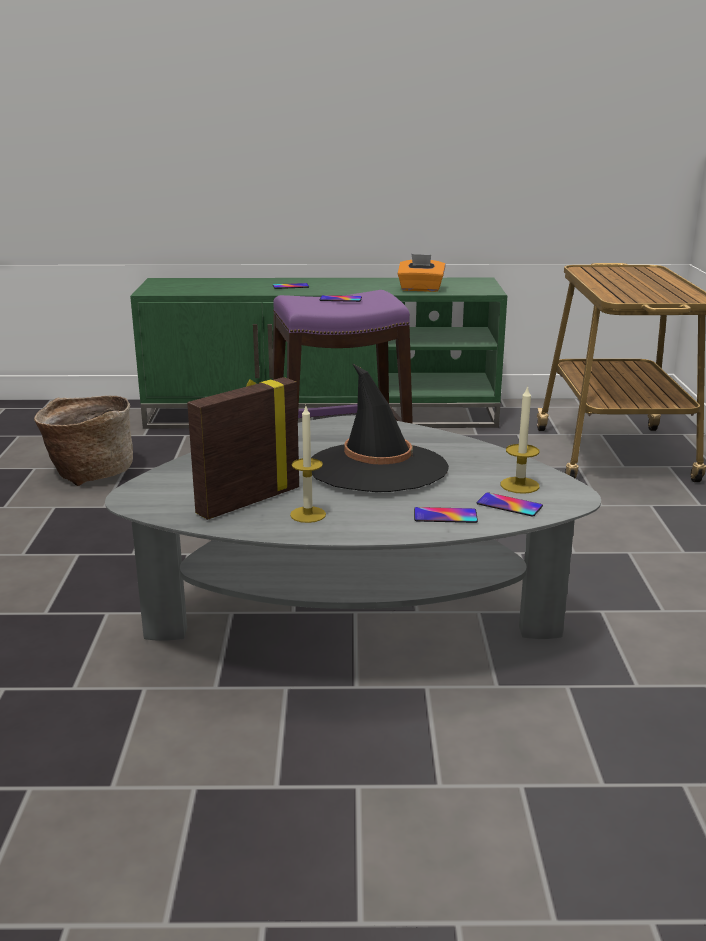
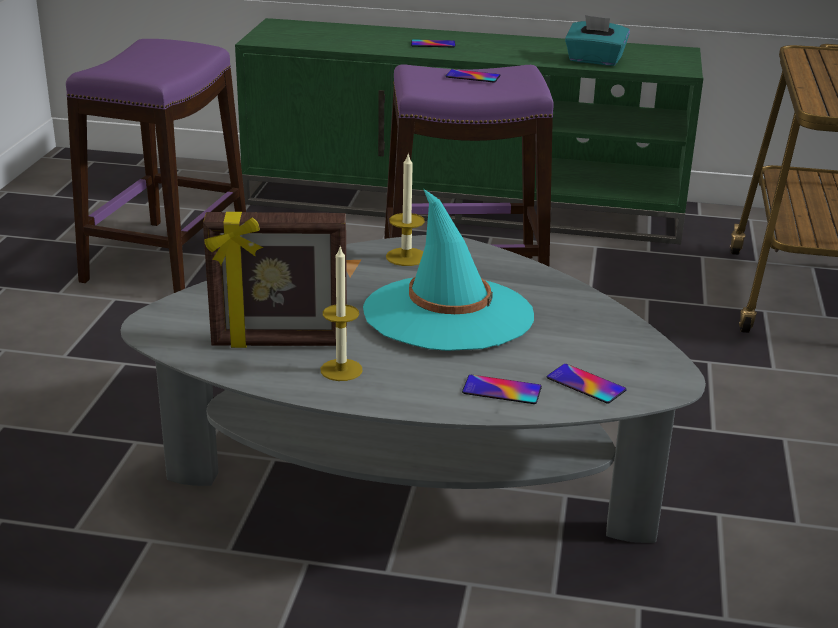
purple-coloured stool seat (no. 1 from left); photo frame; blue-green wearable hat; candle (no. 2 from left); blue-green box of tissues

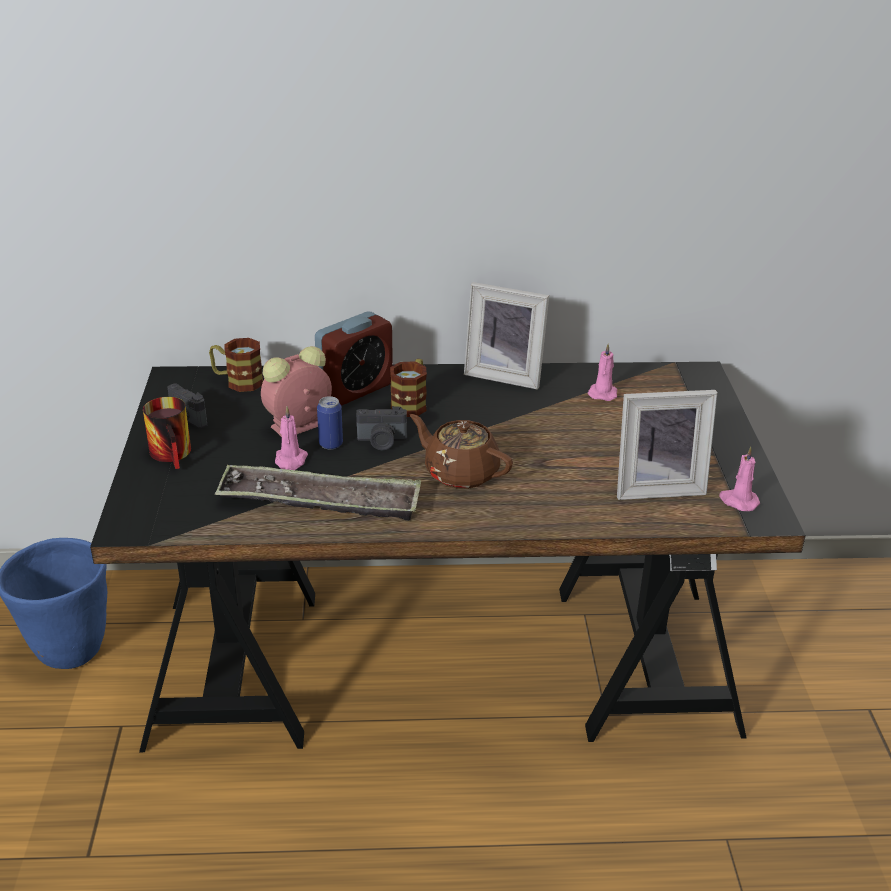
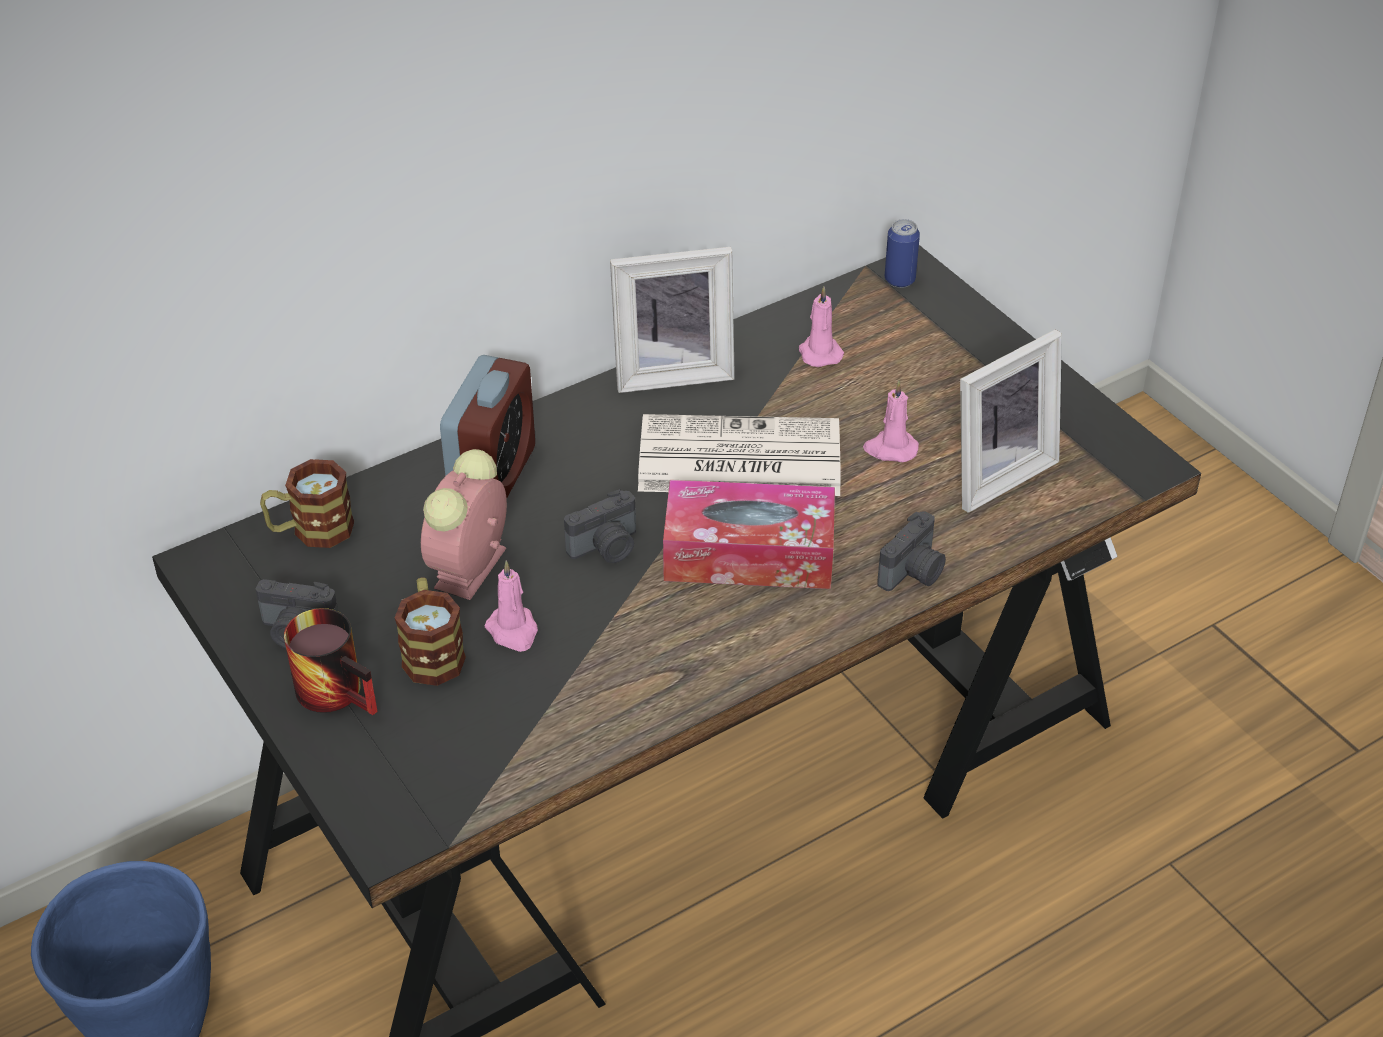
tea mug (no. 3 from left); newspaper; box of tissues; pink-coloured candle (no. 3 from left); still camera (no. 3 from left); can; tray

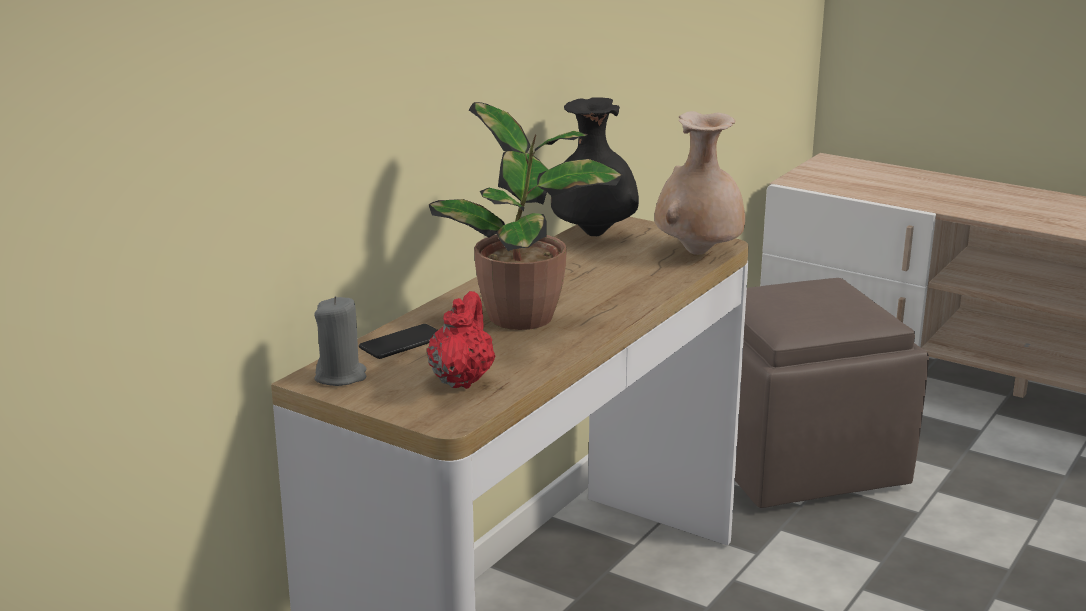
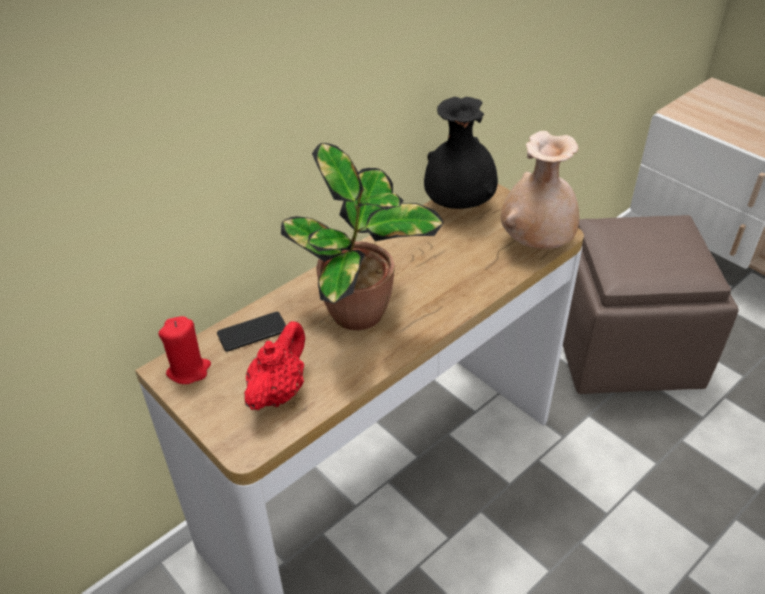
red-coloured candle

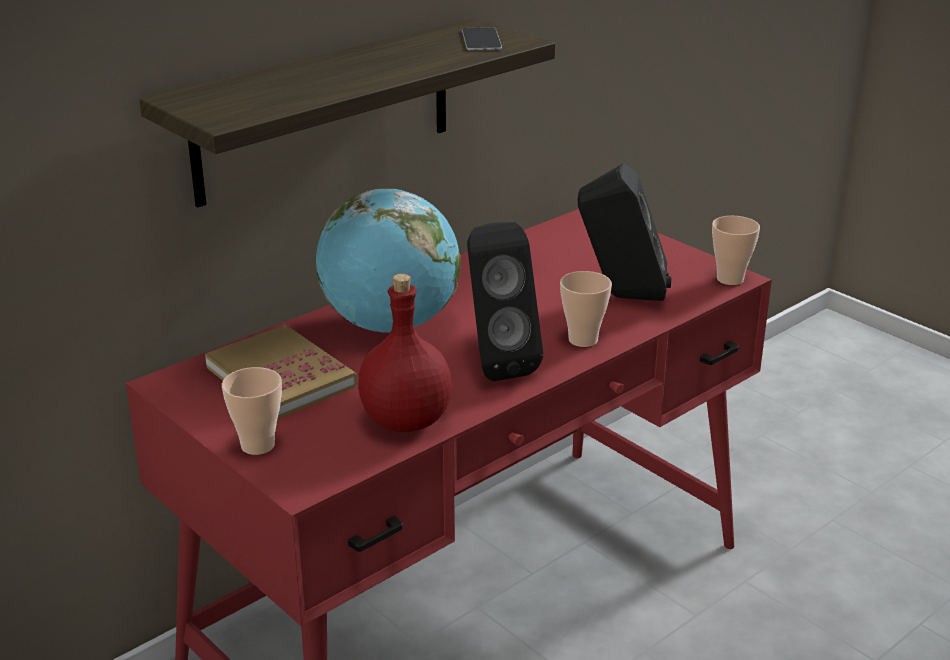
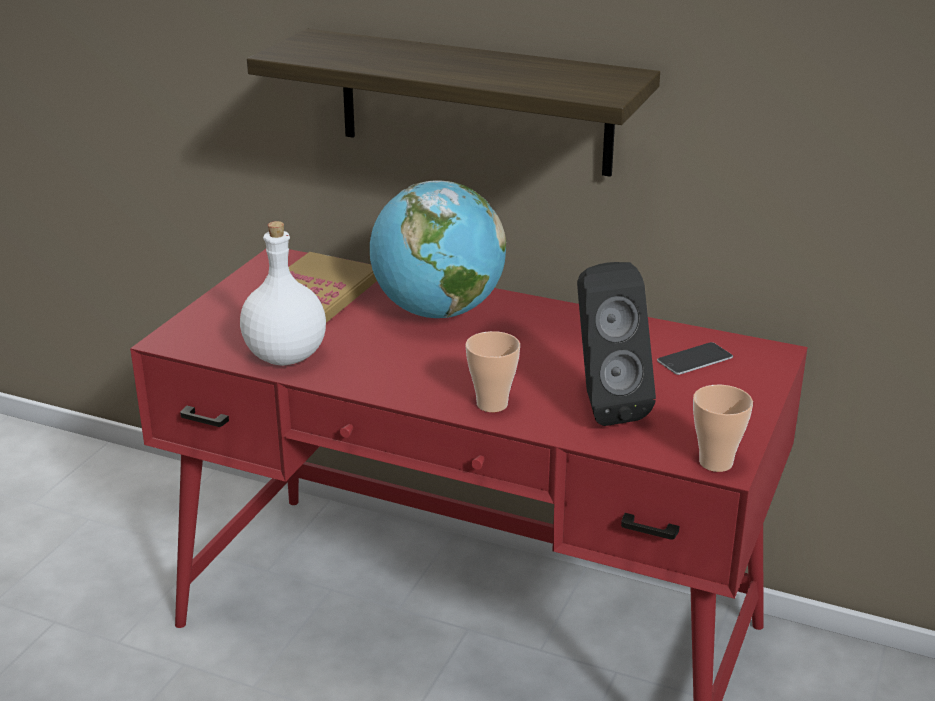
whitish beverage bottle; telephone; cup (no. 1 from left in the first image); blackish speaker (no. 1 from left in the first image)

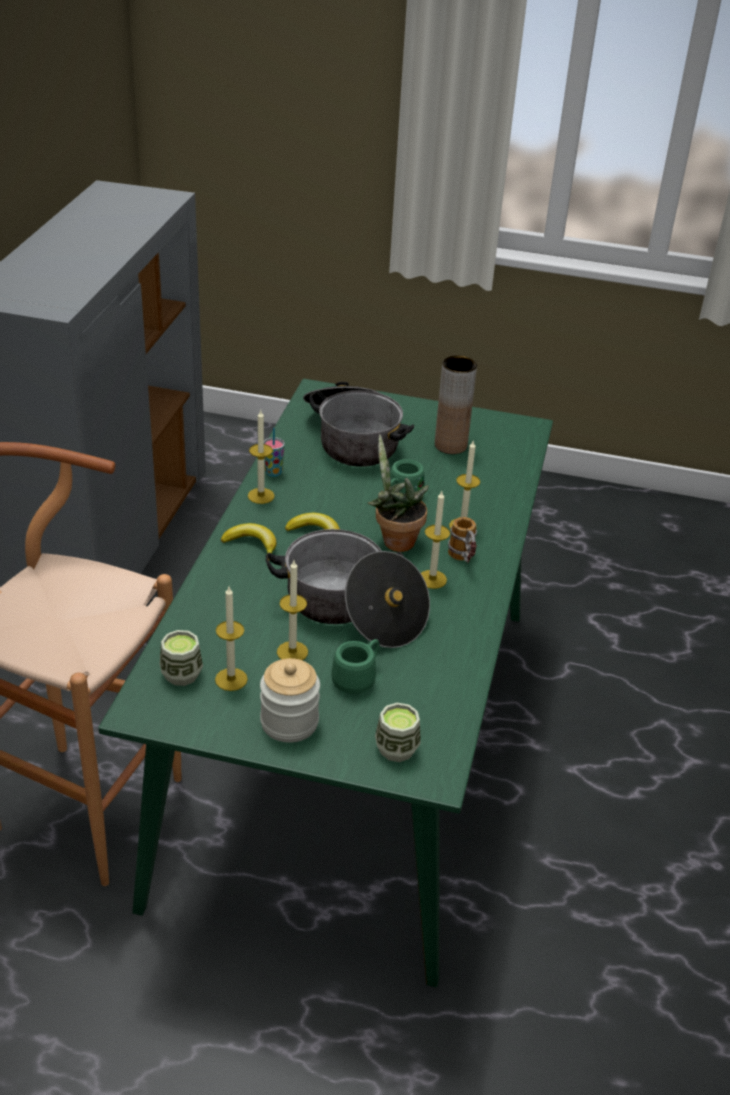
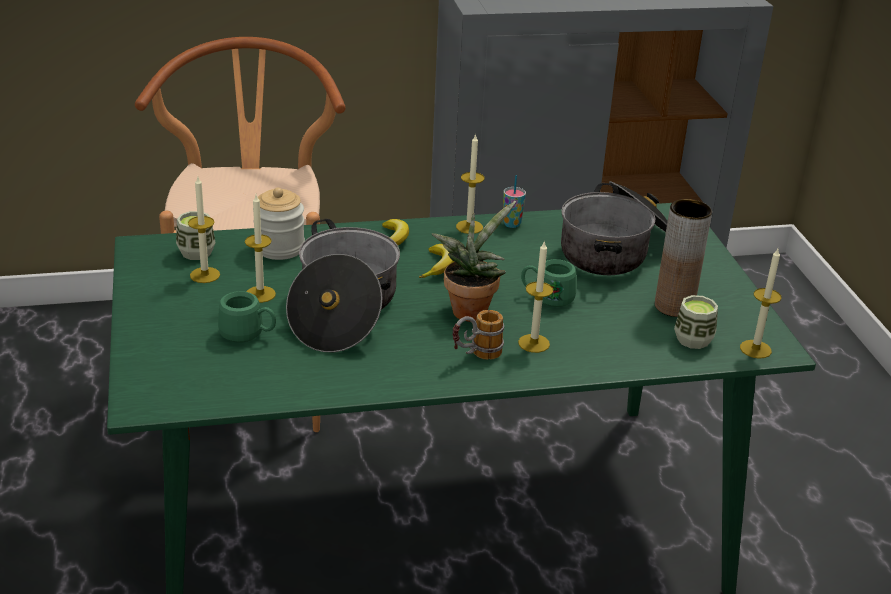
storage jar; cup (no. 3 from left); candle (no. 5 from left)

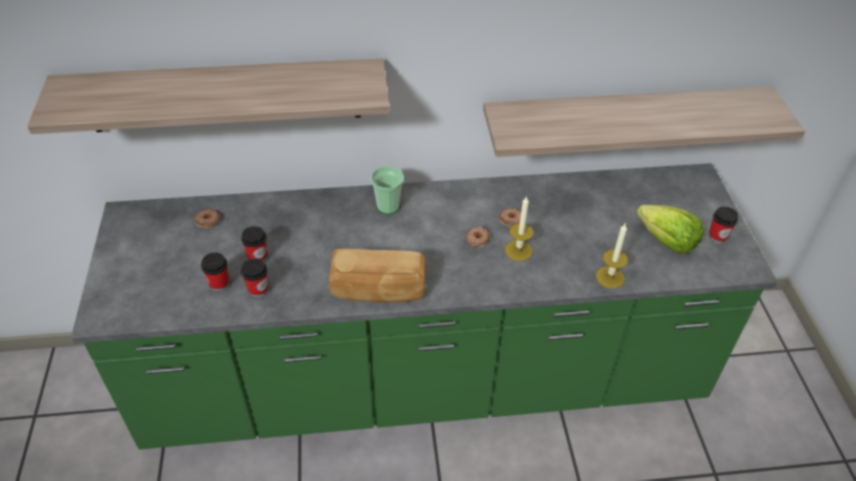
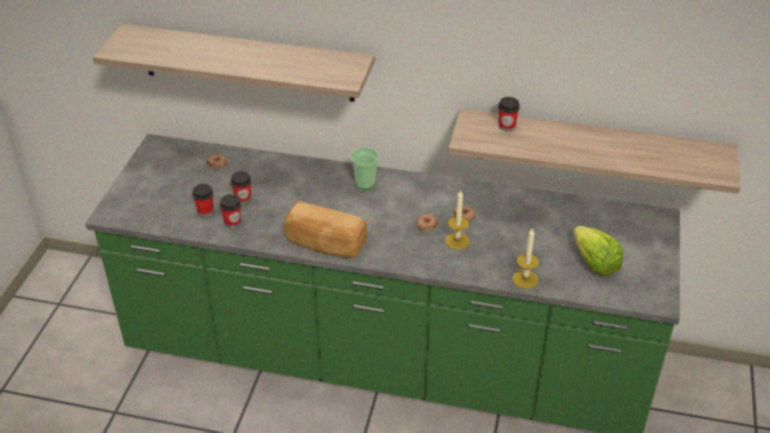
cup (no. 5 from left)

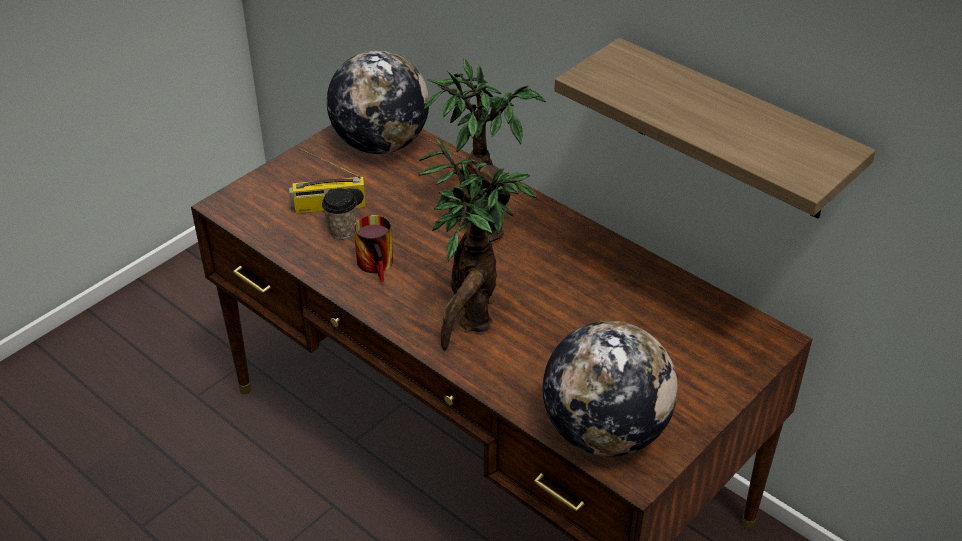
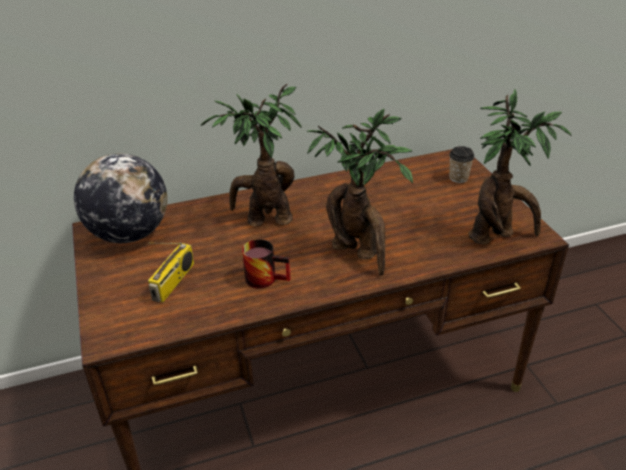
cup; potted plant (no. 3 from left); bracket shelf

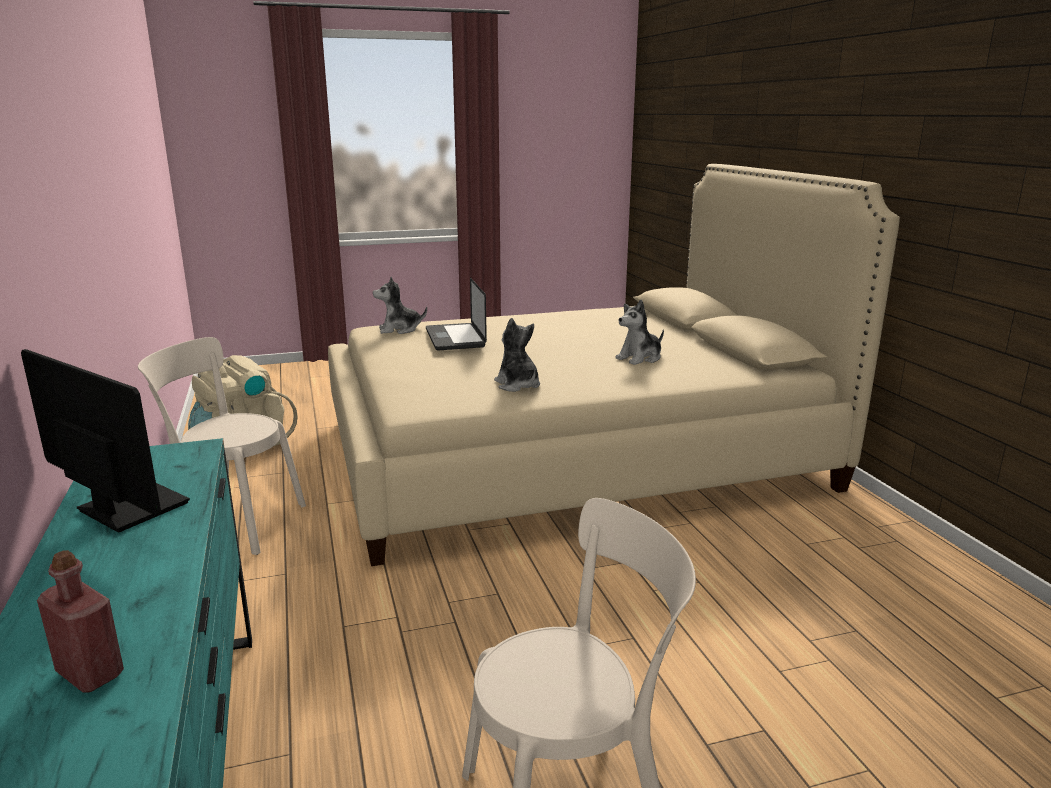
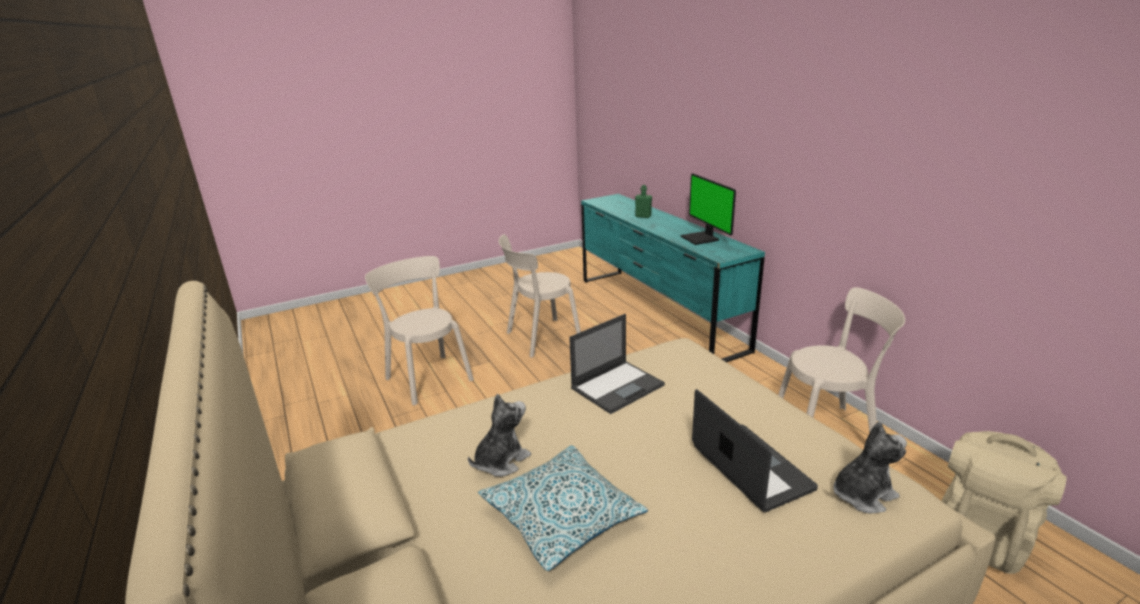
sand-coloured chair (no. 1 from left); cushion; laptop (no. 1 from left); greenish beverage bottle; computer display

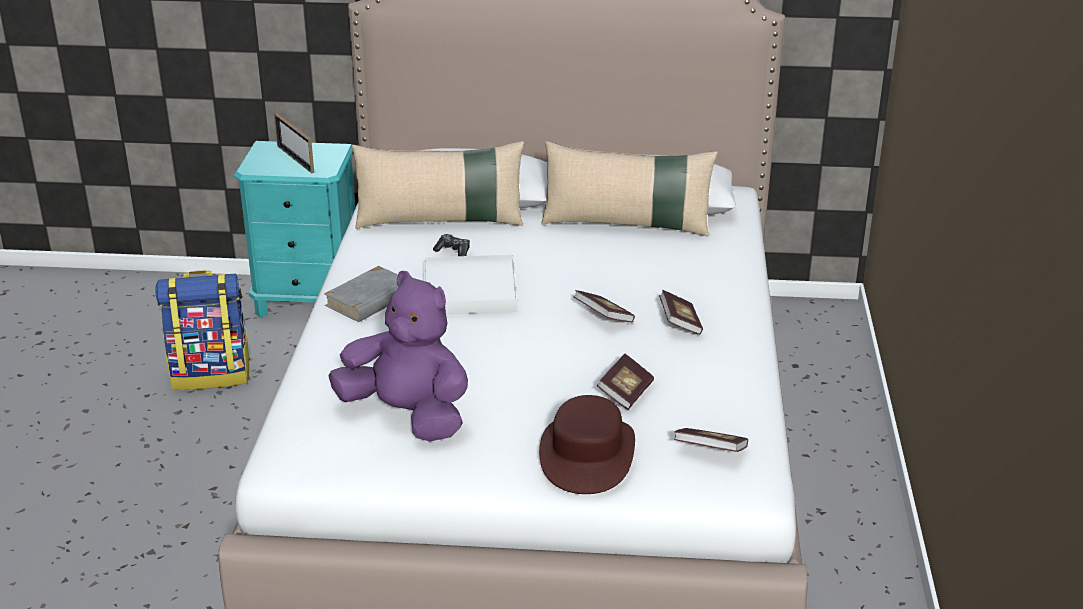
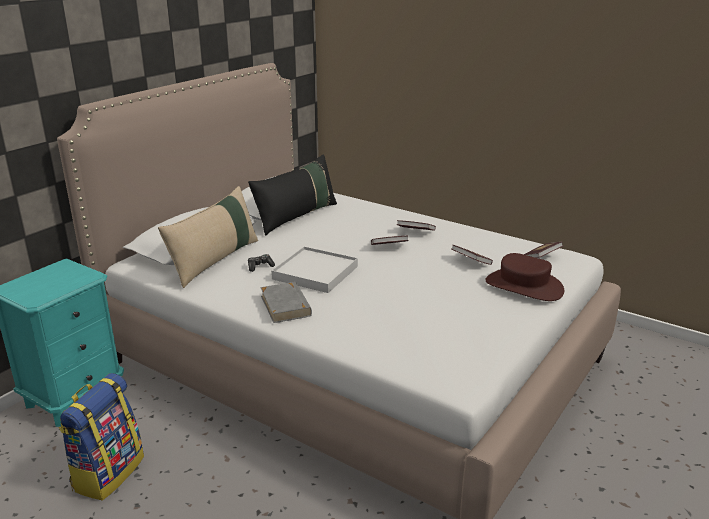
blackish cushion; photo frame; purple-coloured cuddly toy

